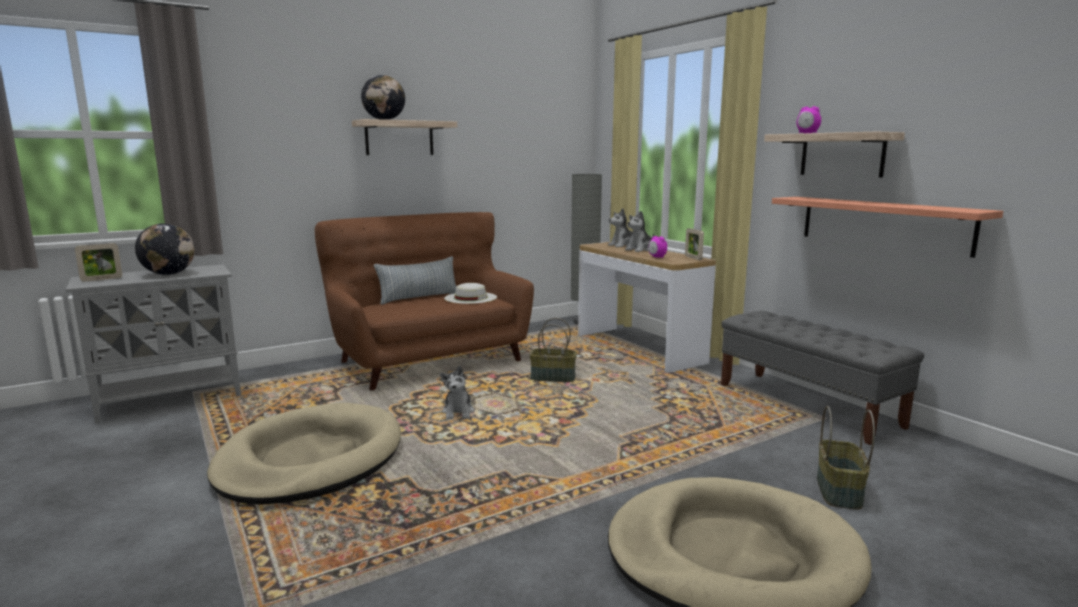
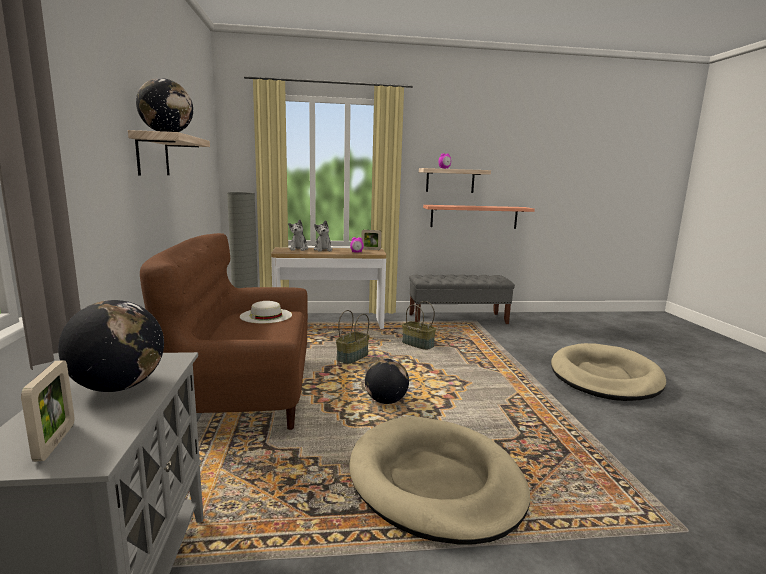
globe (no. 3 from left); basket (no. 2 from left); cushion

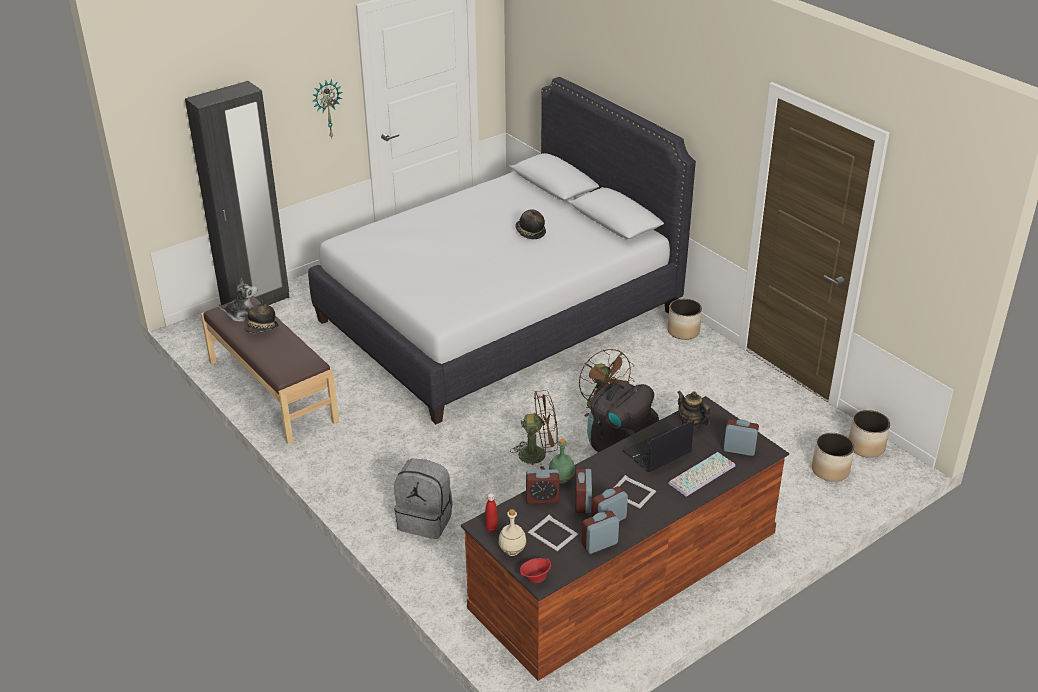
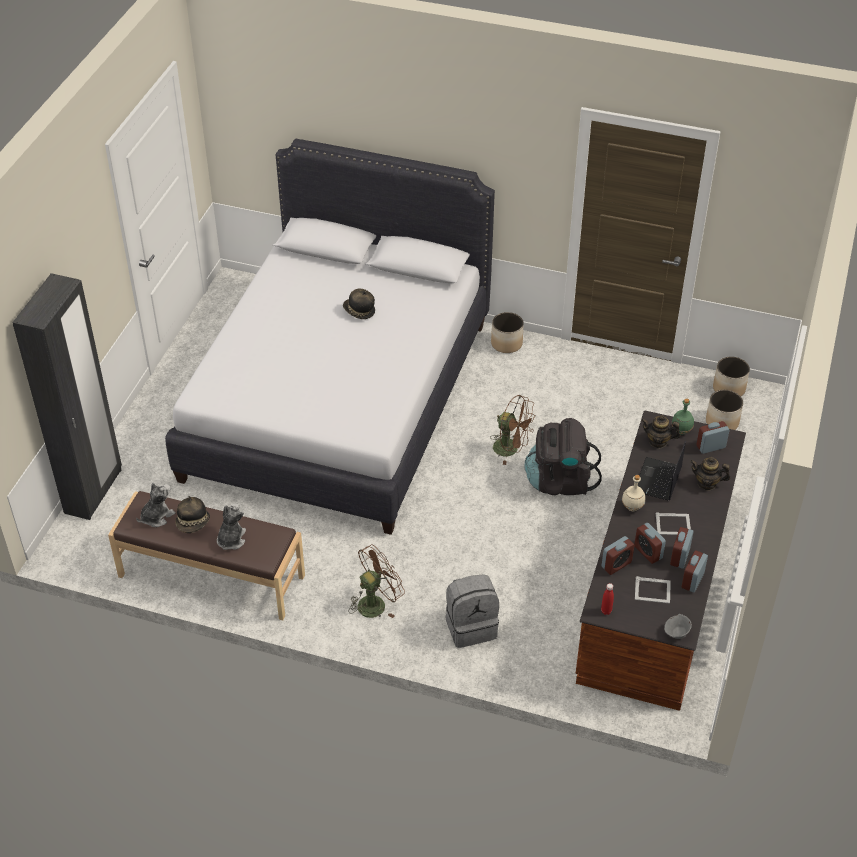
cuddly toy (no. 2 from left); brown fan (no. 1 from left); sand-coloured beverage bottle; greyish deep dish; greenish beverage bottle; tea pot (no. 2 from left); clock on the wall

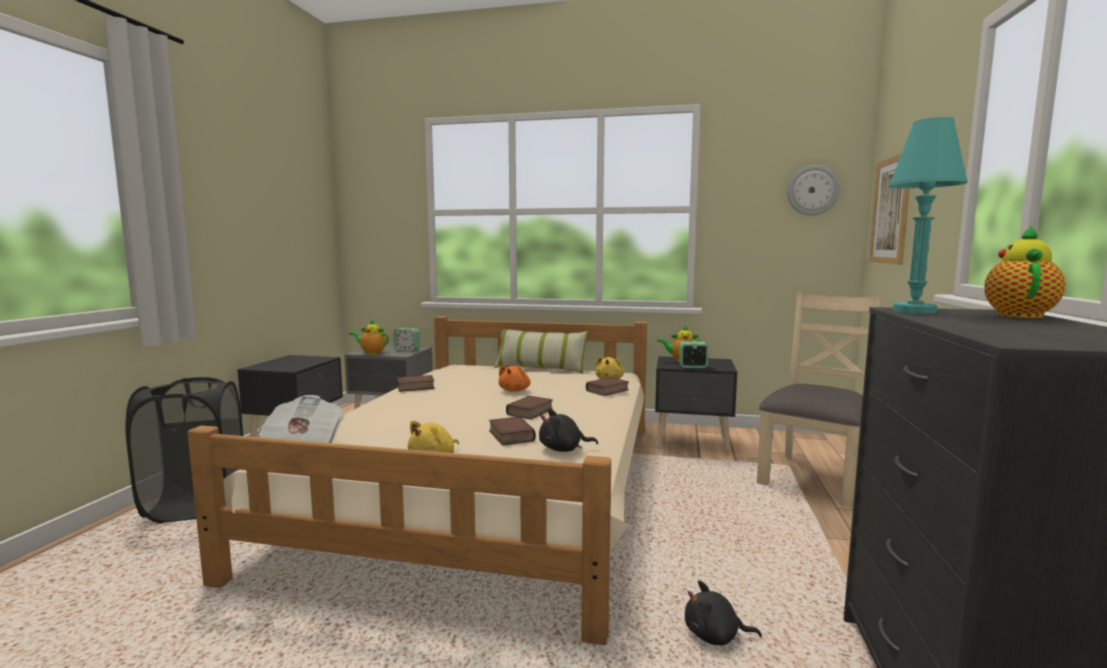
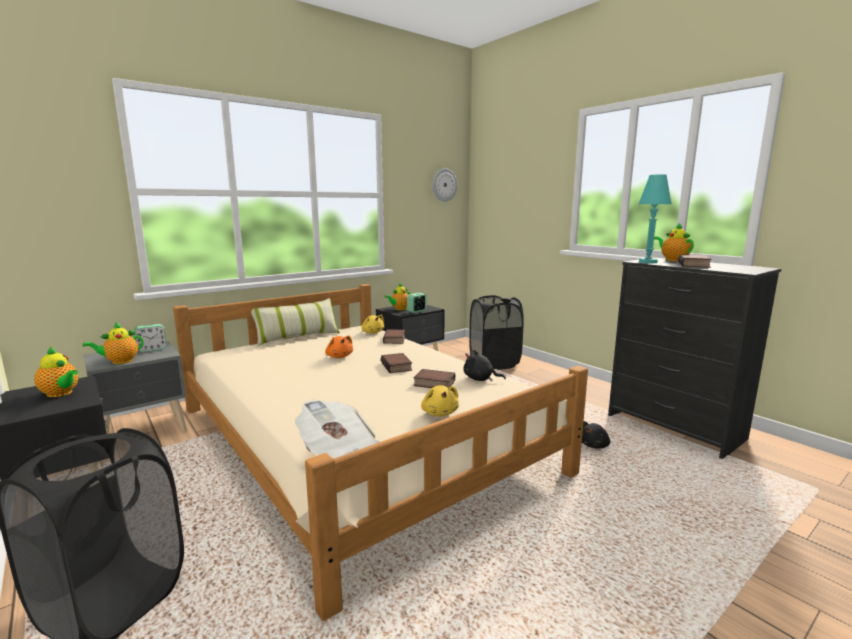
tea pot (no. 1 from left); blackish cuddly toy (no. 1 from left); blackish washing basket (no. 2 from left); bound book (no. 4 from left); picture

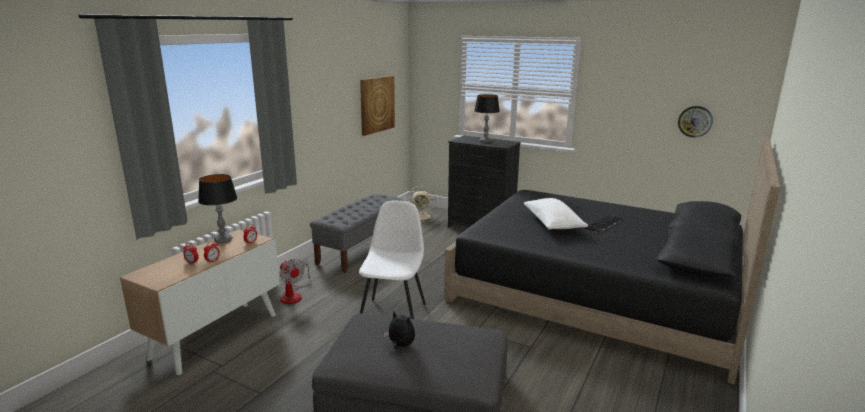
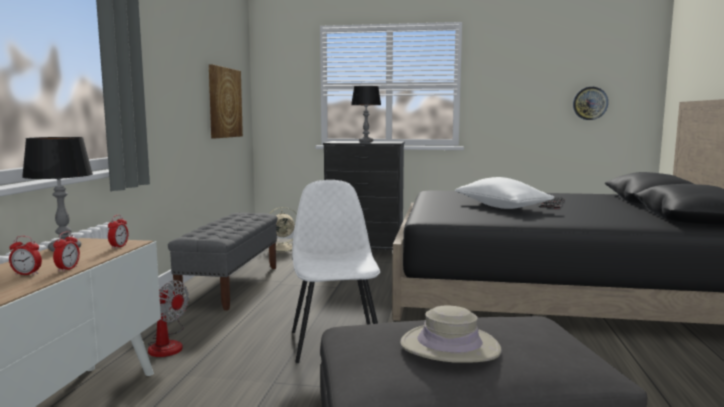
sand-coloured wearable hat

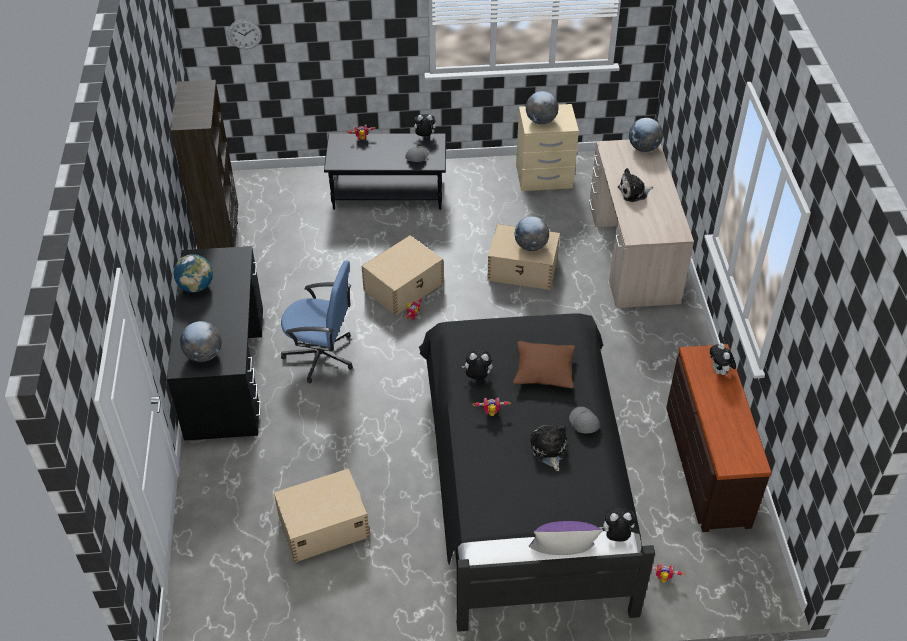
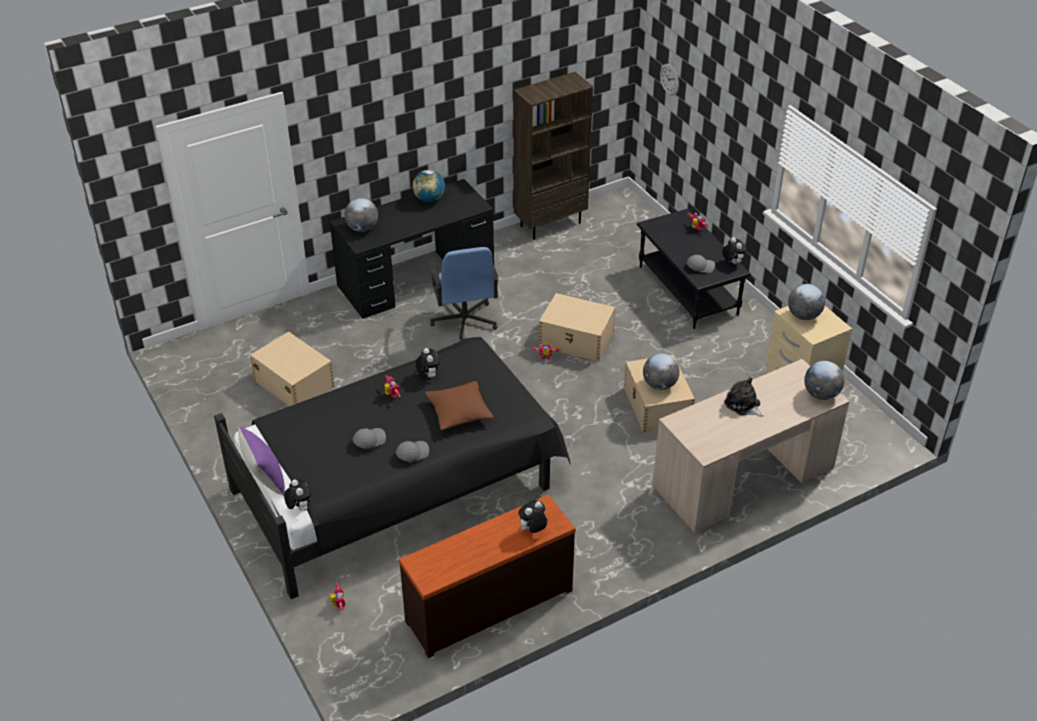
greyish peaked cap (no. 1 from left)

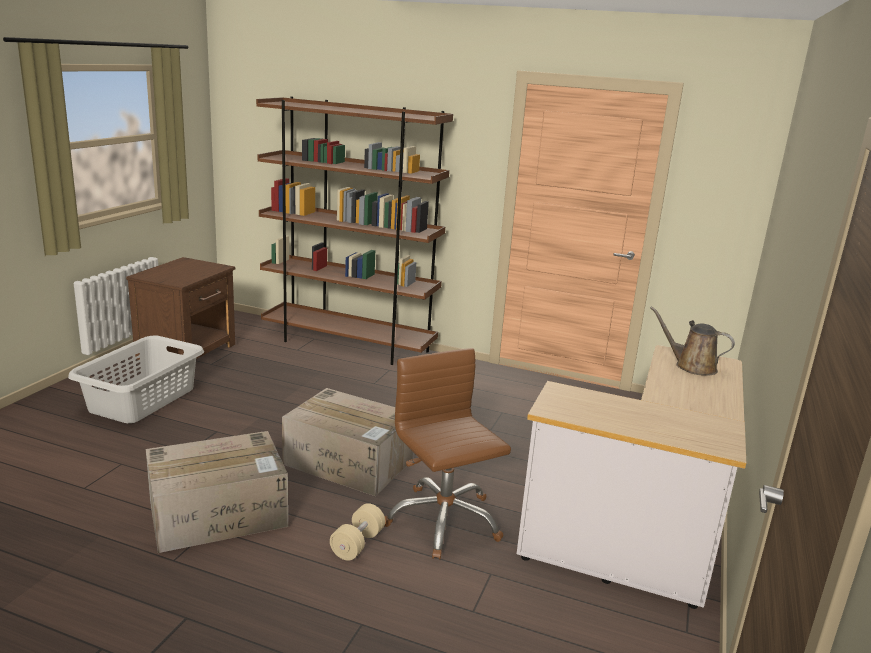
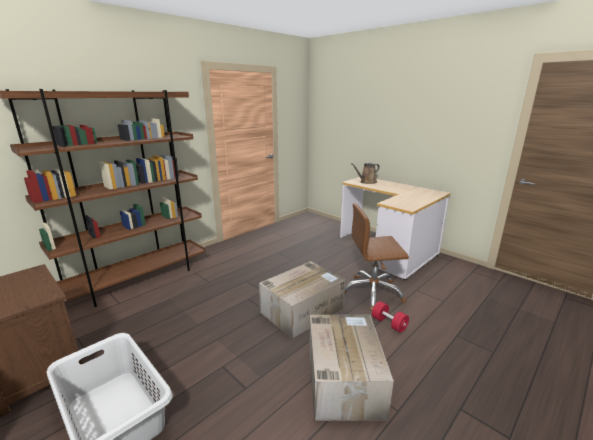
red-coloured hand weight

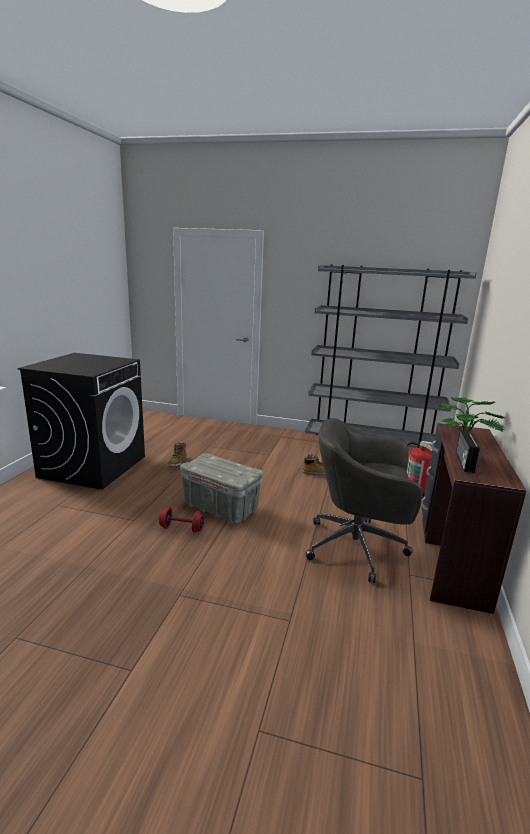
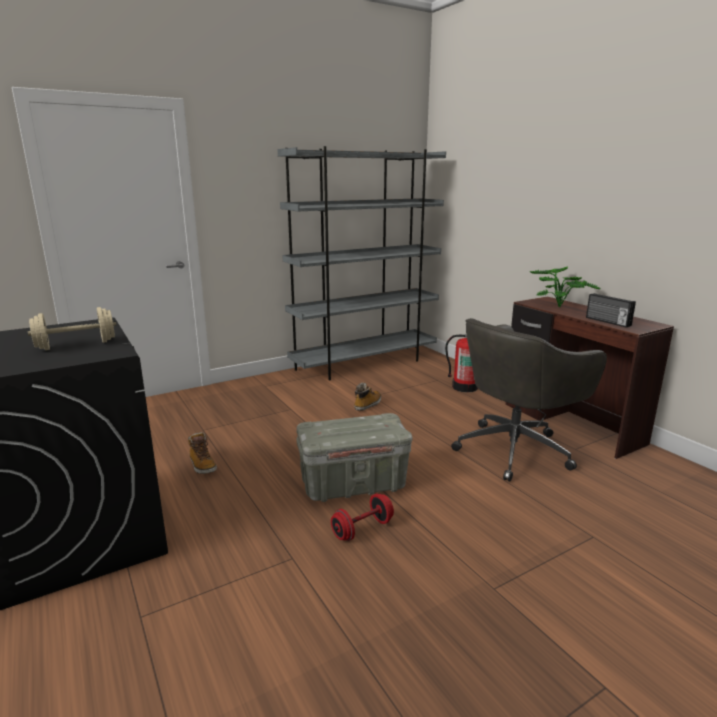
sand-coloured hand weight

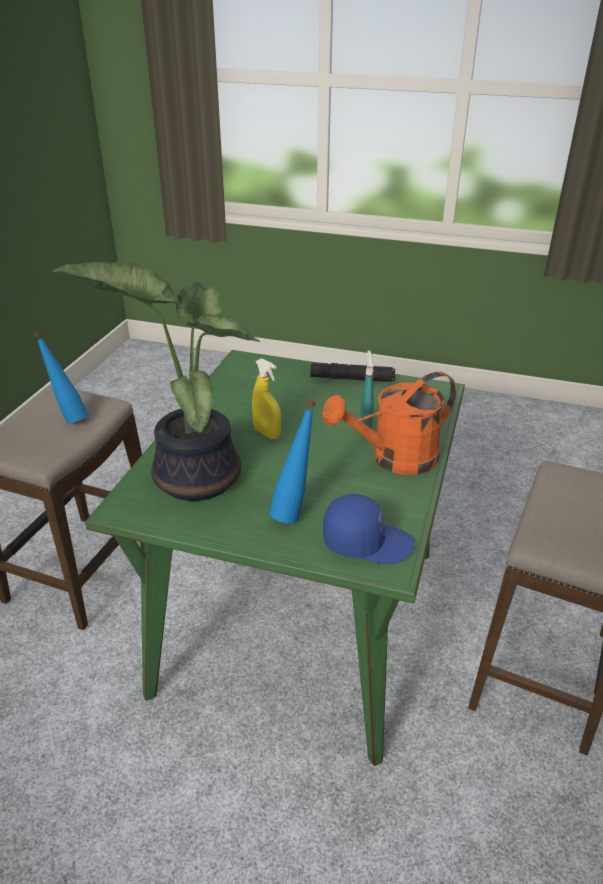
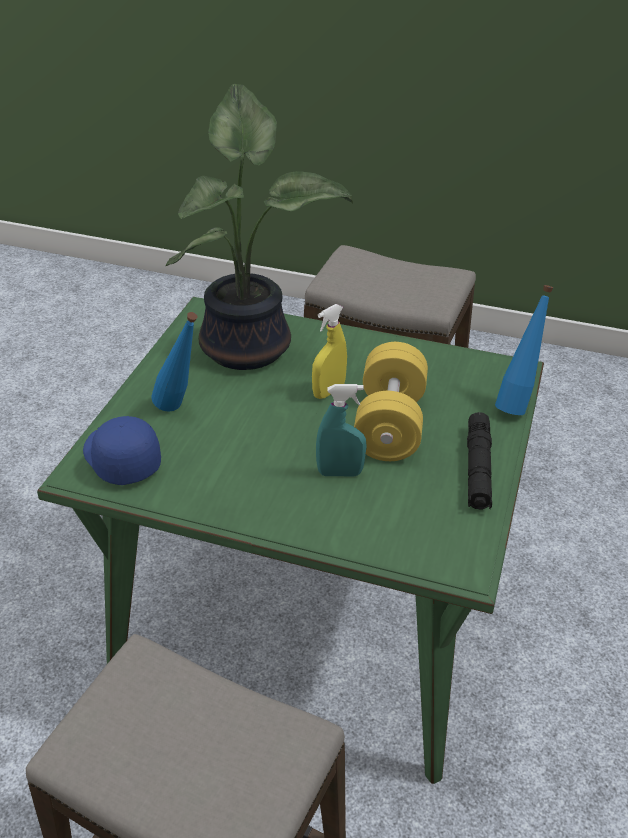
bluish peaked cap; yellow hand weight; bluish beverage bottle (no. 2 from left); orangey sprinkling can

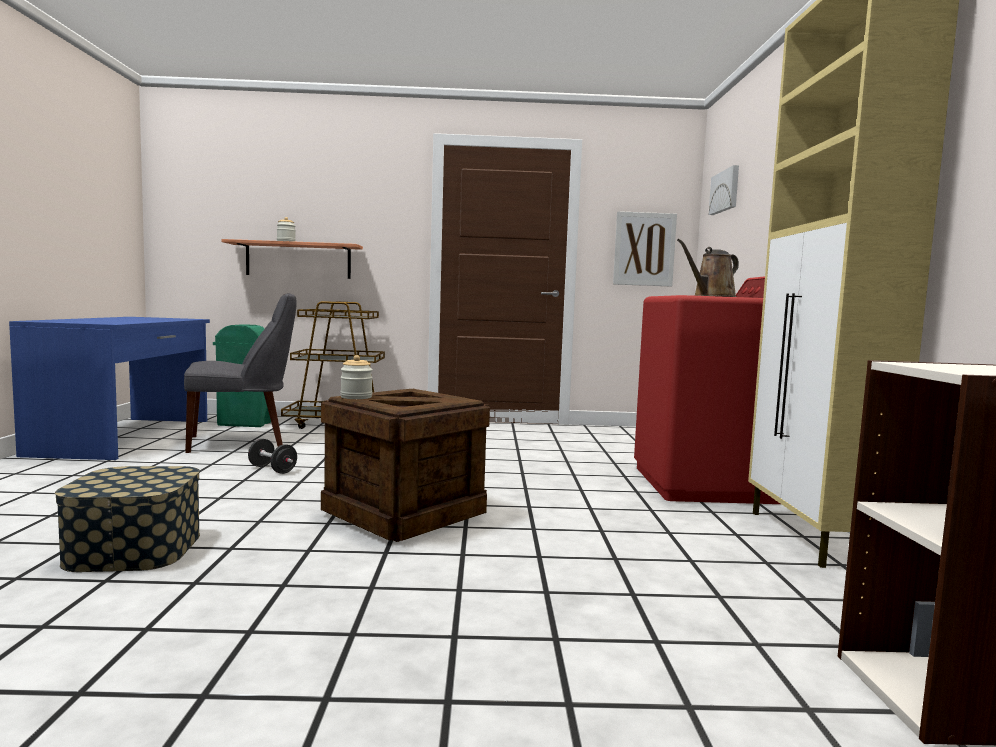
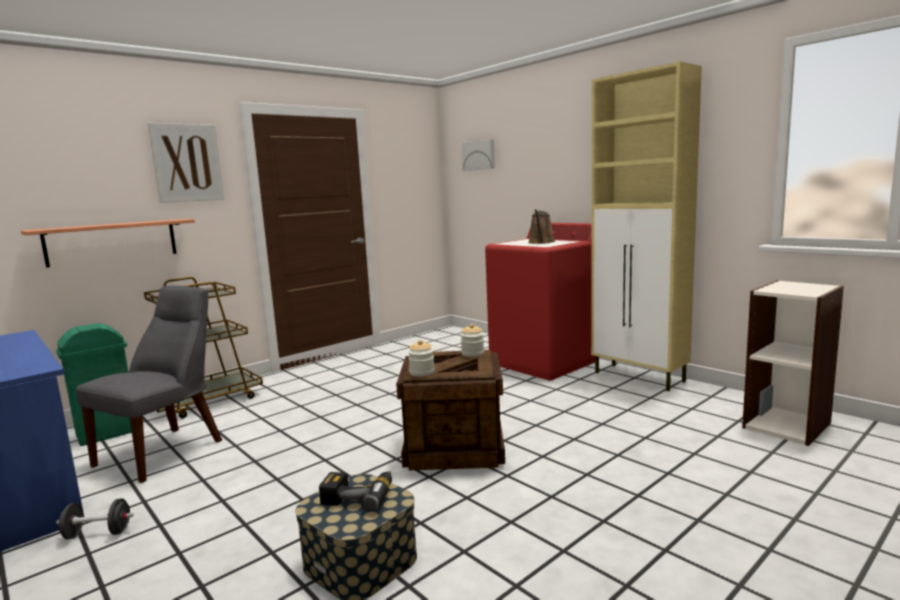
blackish hand weight; picture (no. 1 from left); power drill; storage jar (no. 2 from left)

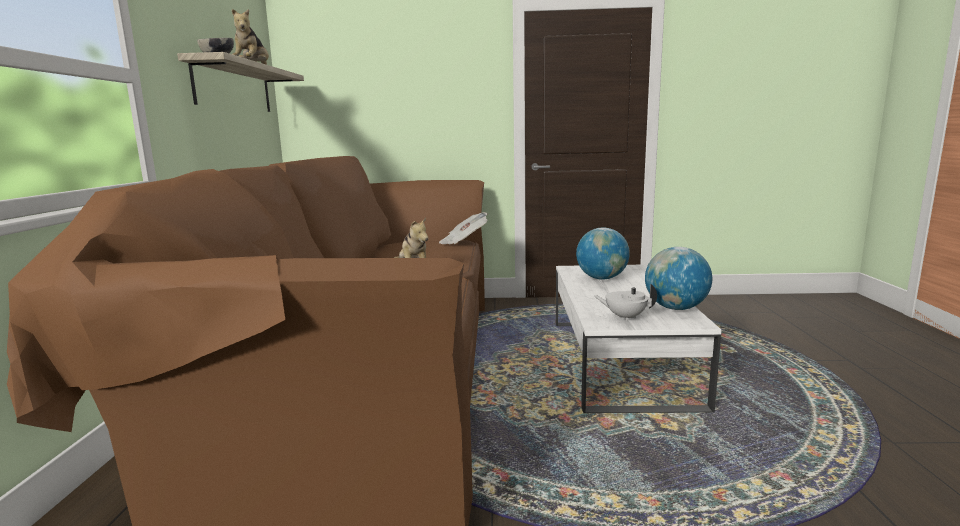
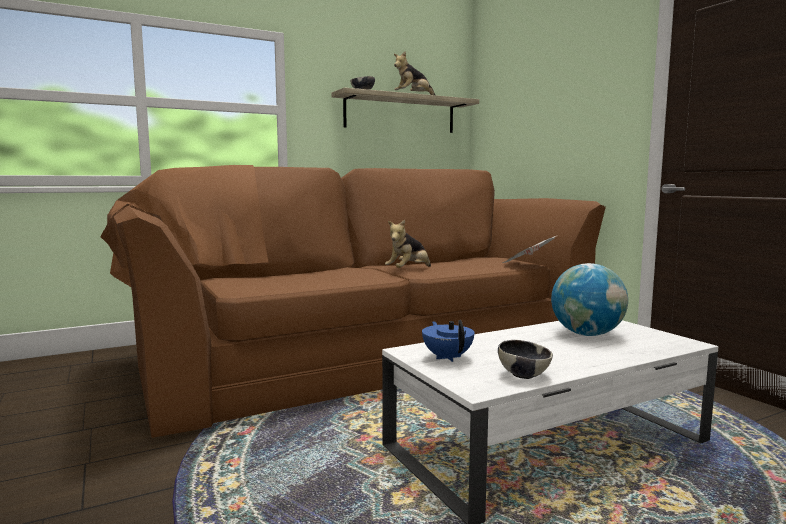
bluish tea pot; deep dish (no. 2 from left)

